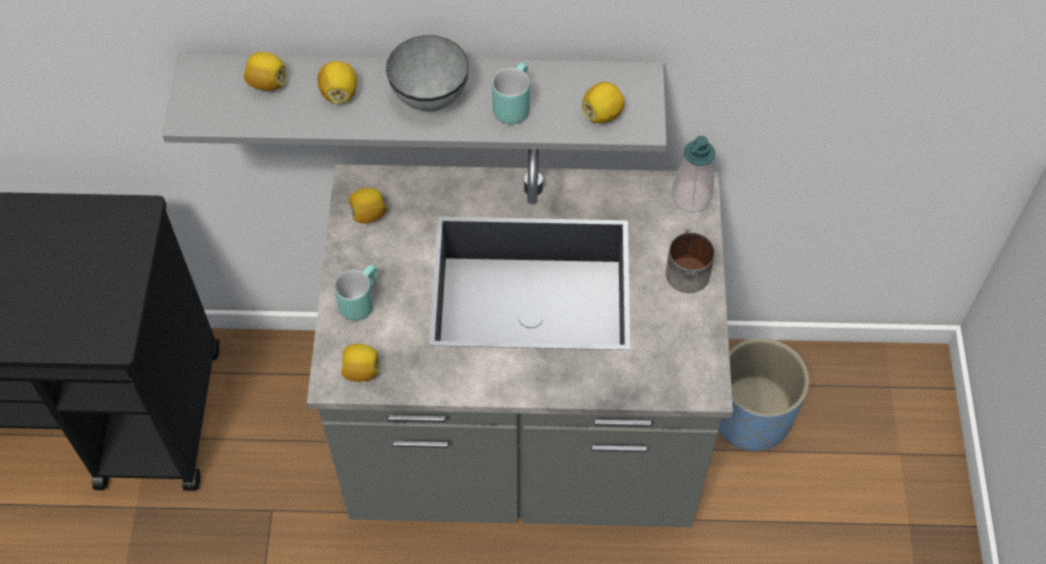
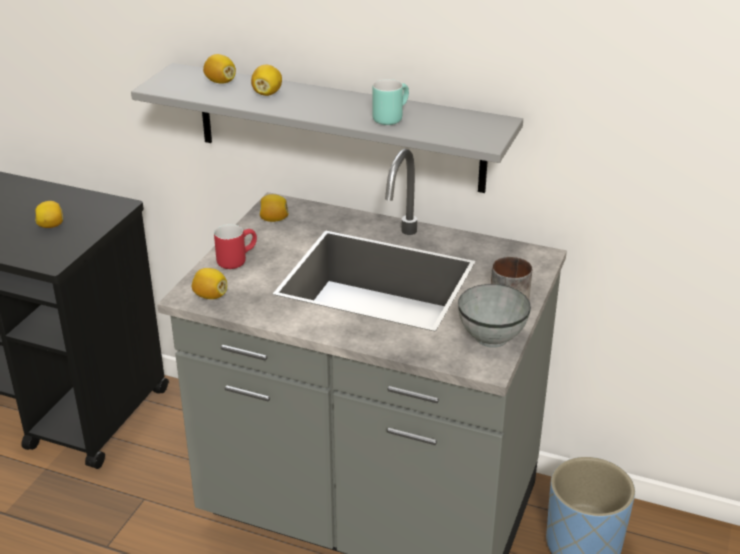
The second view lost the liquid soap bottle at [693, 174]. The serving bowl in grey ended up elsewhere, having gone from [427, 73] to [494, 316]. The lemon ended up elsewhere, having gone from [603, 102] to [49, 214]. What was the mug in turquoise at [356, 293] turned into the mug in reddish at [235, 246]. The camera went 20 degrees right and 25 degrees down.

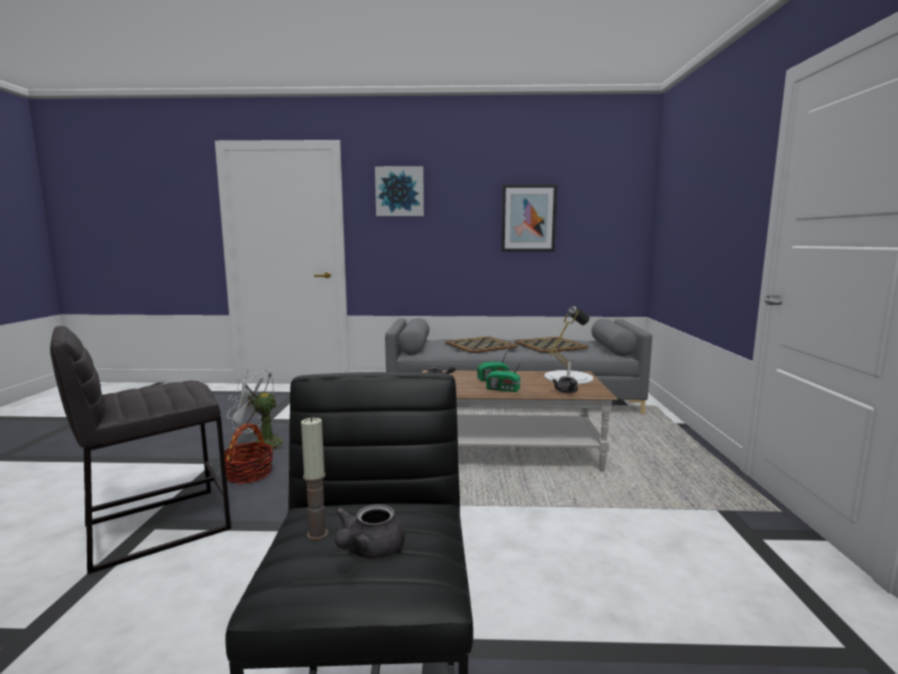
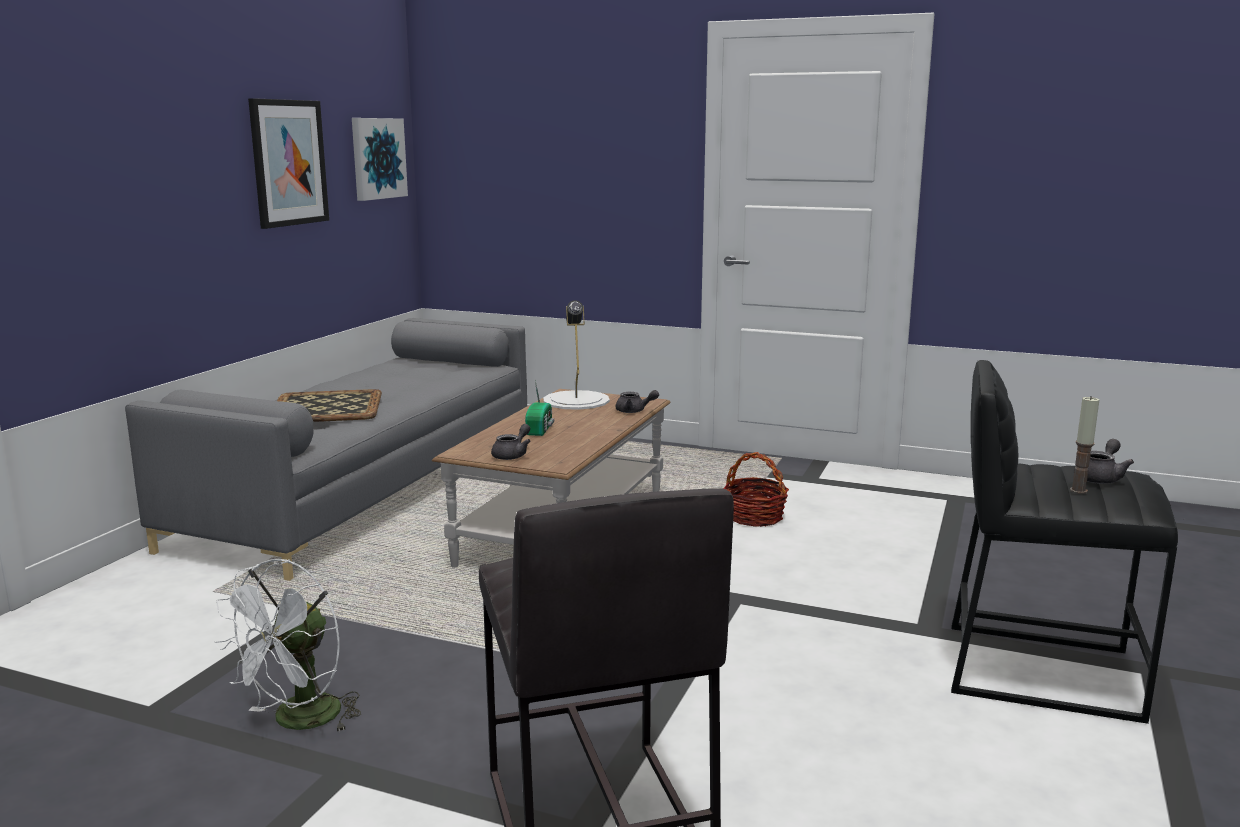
The second view lost the radio set at [504, 375]. The second view lost the tray at [551, 345]. The storage basket ended up elsewhere, having gone from [249, 453] to [756, 489]. The picture ended up elsewhere, having gone from [399, 191] to [380, 159]. The tea pot in grey at [370, 531] ended up facing another way, 90 degrees counterclockwise from before. The camera went 70 degrees left and 5 degrees up.

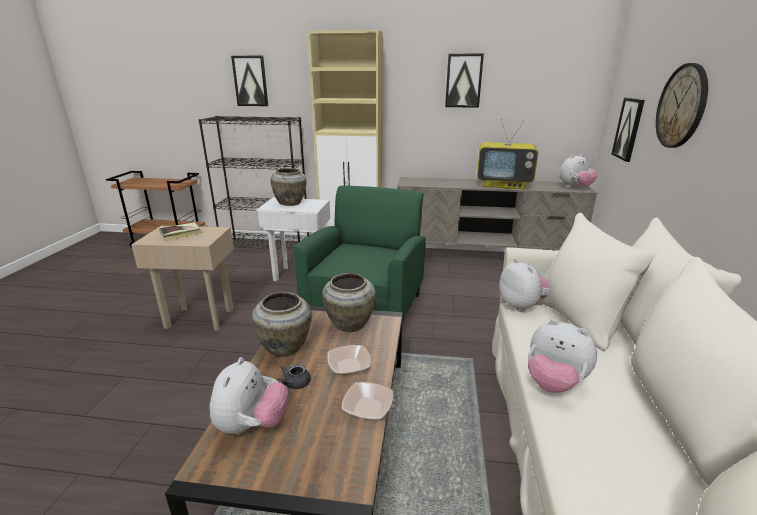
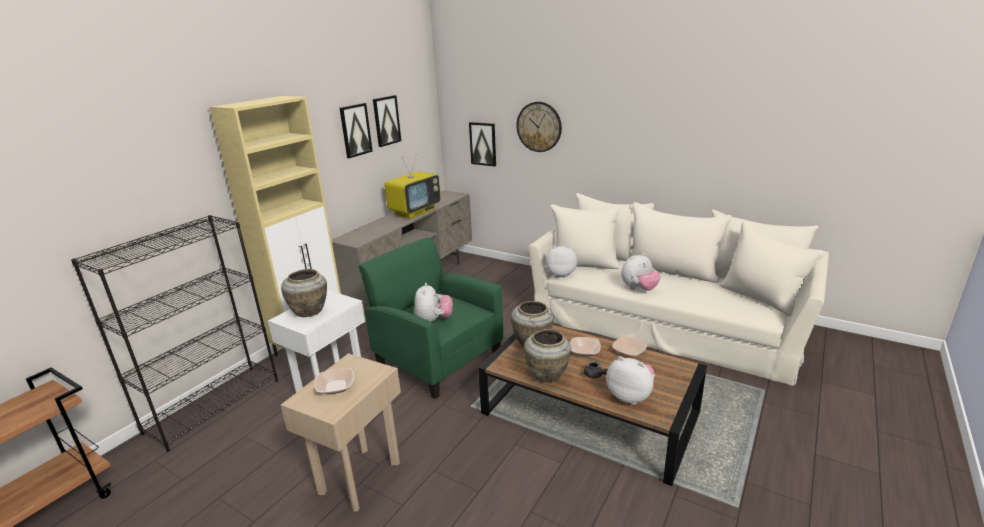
The picture ended up elsewhere, having gone from [249, 81] to [387, 121]. The plush toy ended up elsewhere, having gone from [579, 171] to [433, 302]. Where the bound book stood at [180, 231], the serving bowl came to stand at [334, 381]. The camera went 65 degrees left and 0 degrees up.

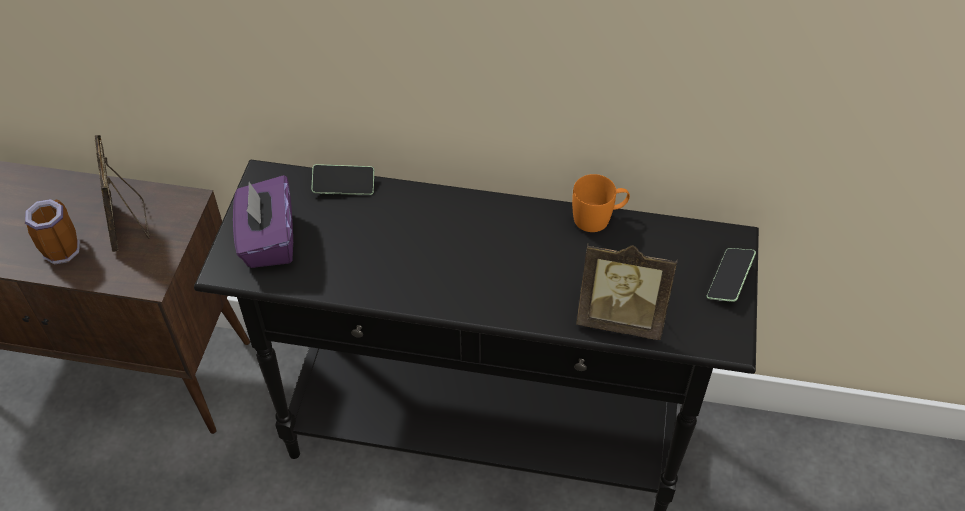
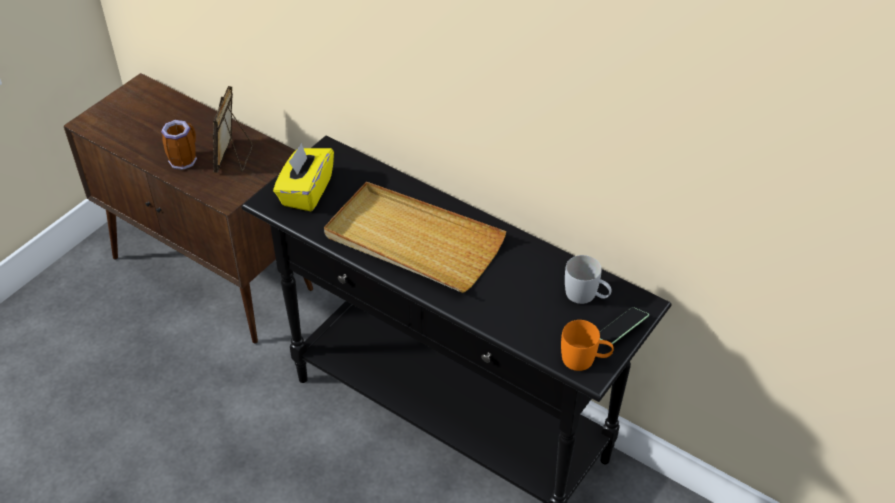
The second view lost the phone at [342, 179]. The second view lost the picture frame at [627, 292]. The second view gained the tray in beige-coloured at [415, 237]. The second view gained the mug in white-coloured at [588, 279]. The mug in orange ended up elsewhere, having gone from [601, 203] to [587, 345]. What was the tissue box in purple at [263, 221] turned into the tissue box in yellow at [303, 177]. The camera went 25 degrees right and 5 degrees down.

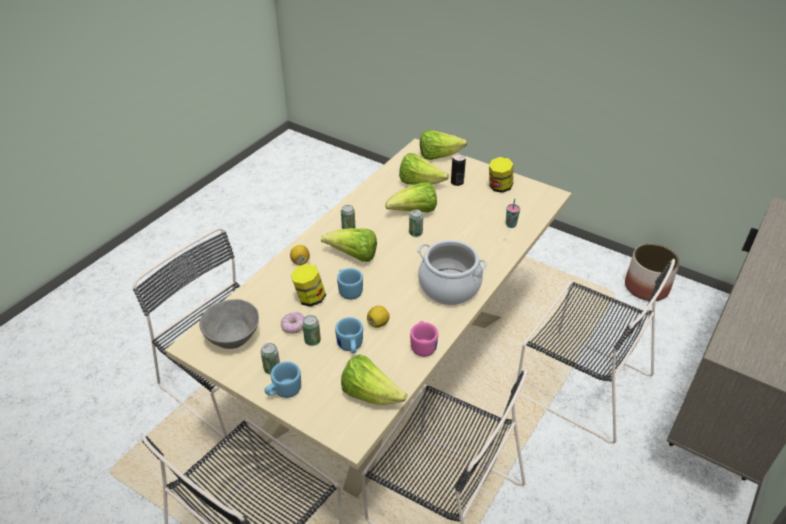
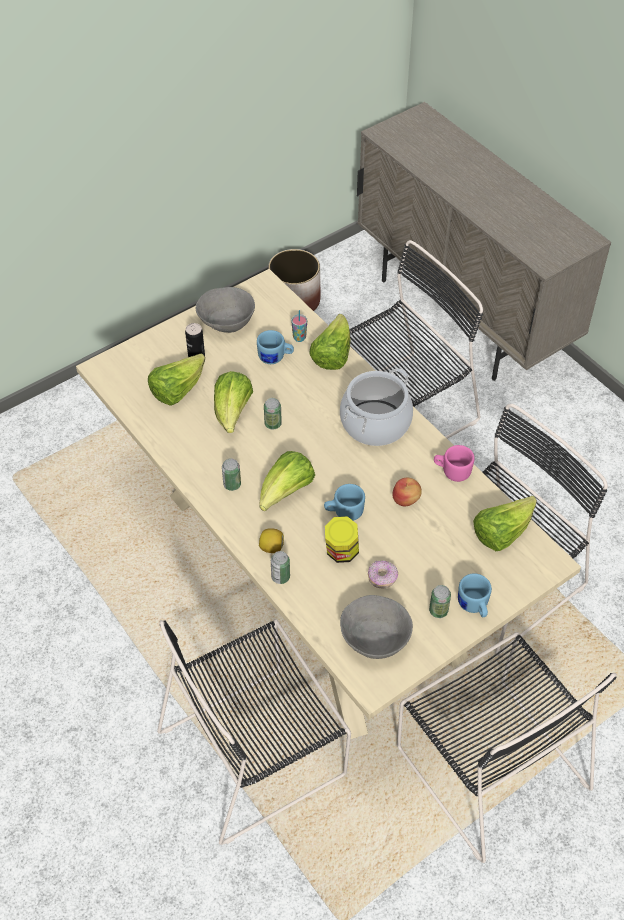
The can ended up elsewhere, having gone from [311, 330] to [280, 567]. The mug in bluish ended up elsewhere, having gone from [349, 335] to [275, 347]. The lettuce ended up elsewhere, having gone from [443, 145] to [329, 342]. Where the lemon stood at [378, 317], the apple fruit came to stand at [407, 492]. Where the preserve jar stood at [501, 175], the serving bowl in grey came to stand at [225, 310]. The camera went 70 degrees left and 10 degrees up.

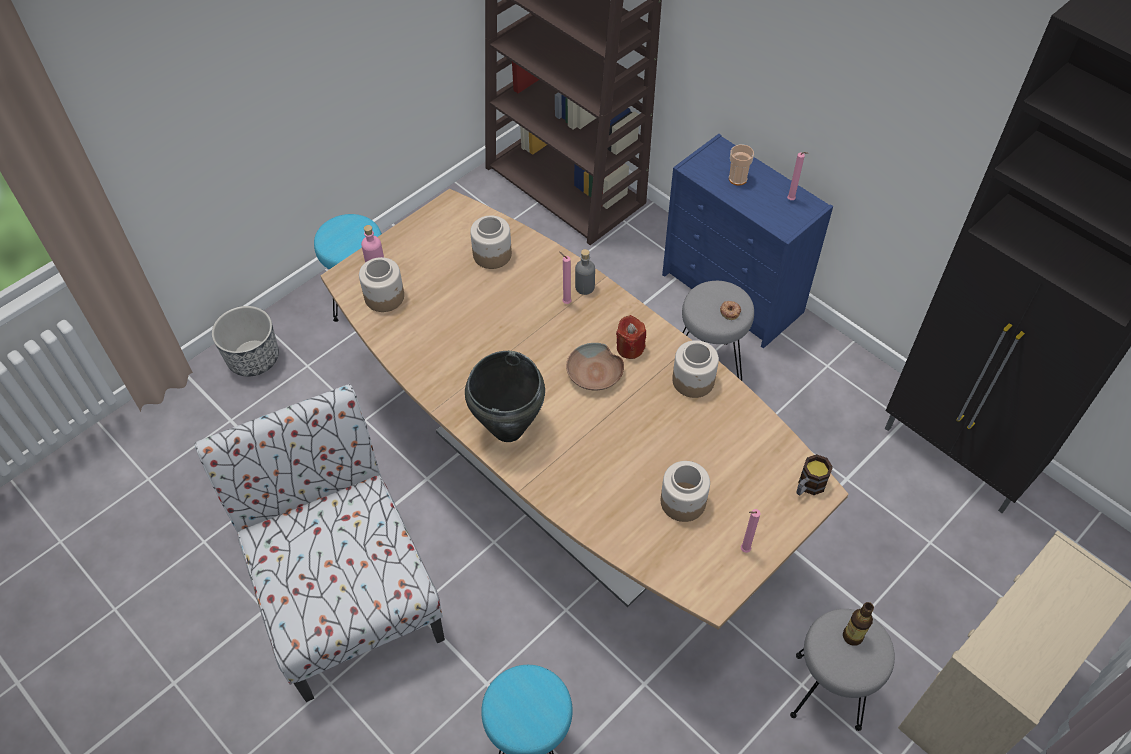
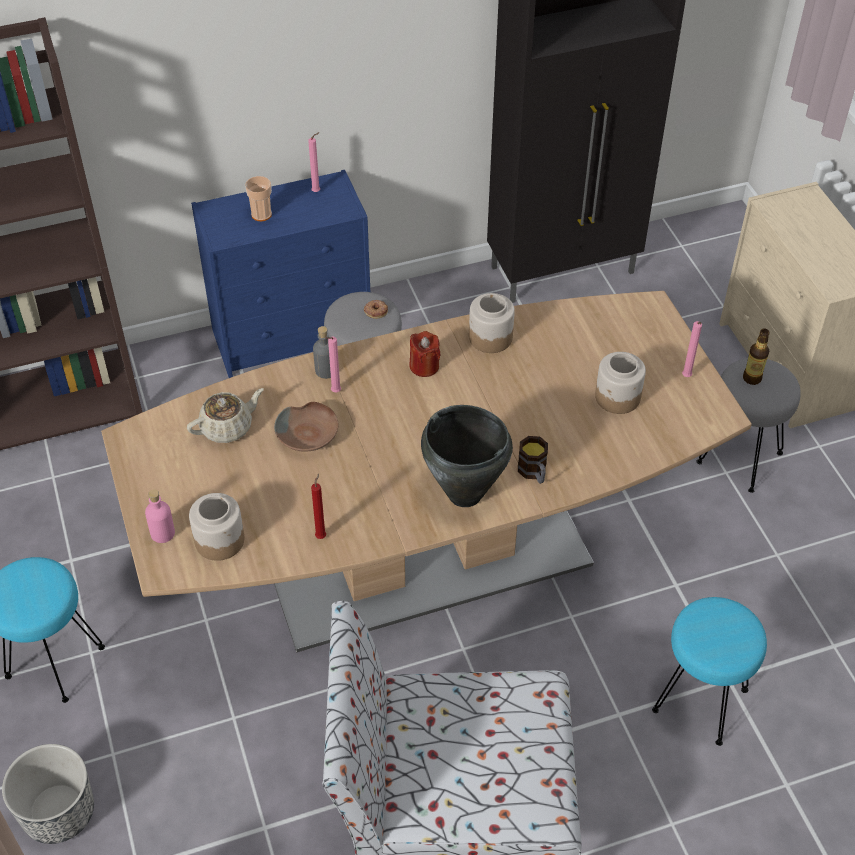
The second view gained the wax light in reddish at [318, 506]. The serving bowl in brown-coloured ended up elsewhere, having gone from [595, 366] to [306, 427]. The mug ended up elsewhere, having gone from [814, 475] to [533, 460]. Where the preserve jar stood at [491, 242], the tea pot in beige-coloured came to stand at [225, 415]. The camera went 65 degrees left and 5 degrees down.

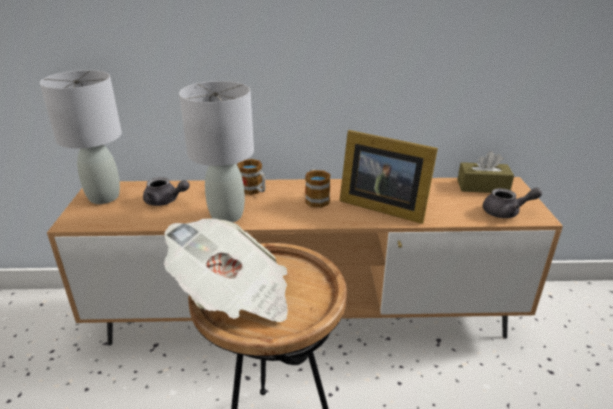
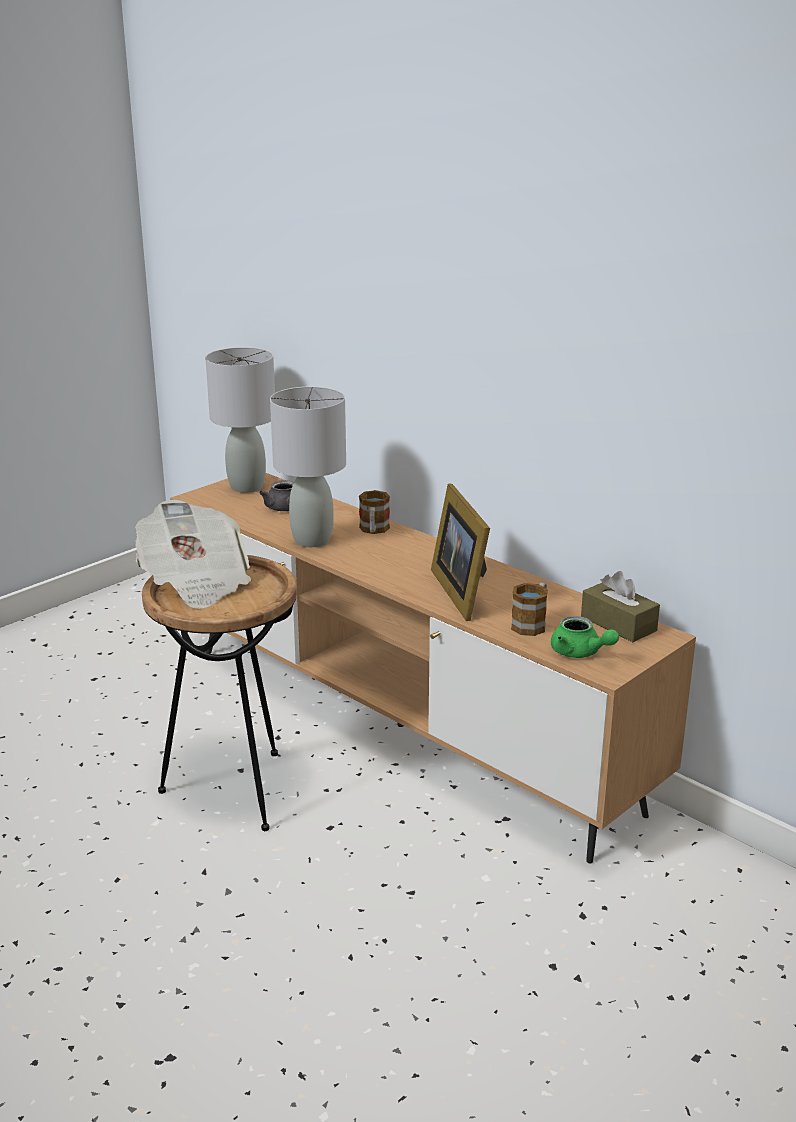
The mug ended up elsewhere, having gone from [318, 188] to [529, 609]. What was the tea pot in grey at [512, 203] turned into the tea pot in green-coloured at [585, 637]. The camera went 45 degrees right and 5 degrees down.

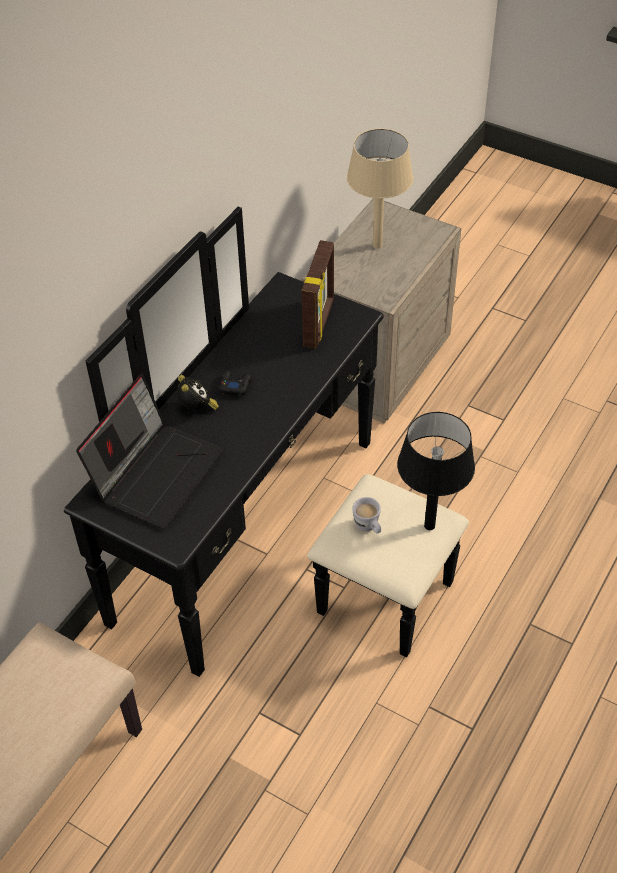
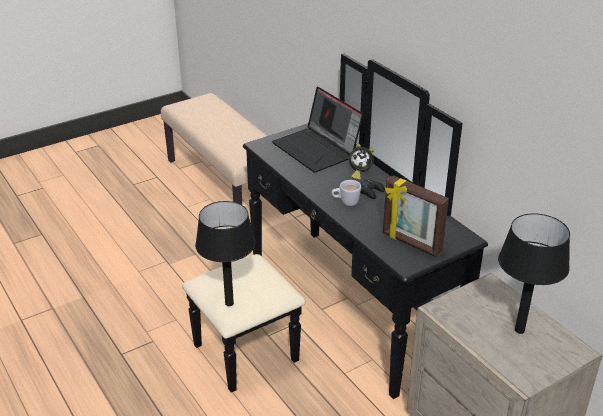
The mug in white-coloured ended up elsewhere, having gone from [366, 515] to [346, 193]. What was the tabletop lamp in beige-coloured at [380, 189] turned into the tabletop lamp in black at [534, 273]. The camera went 115 degrees right and 15 degrees down.

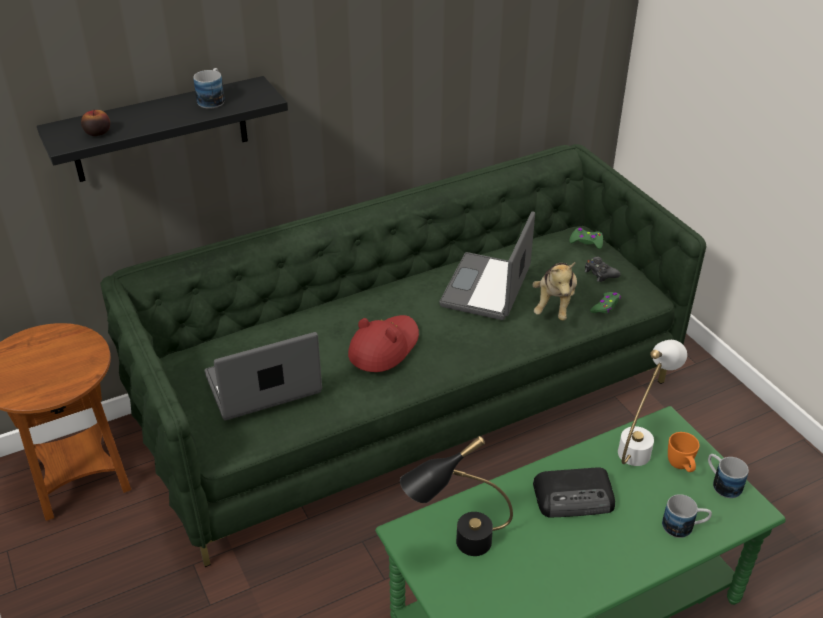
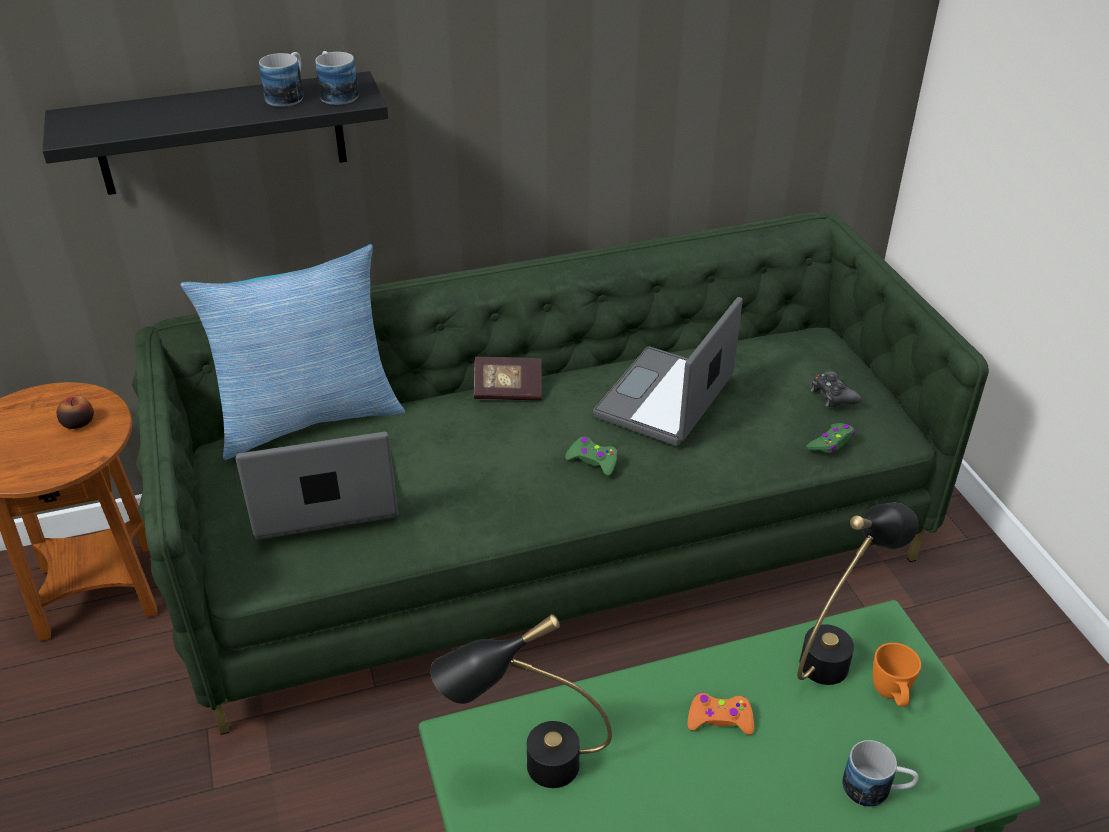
The second view lost the hat in reddish at [383, 343]. The second view lost the plush toy at [555, 291]. The second view gained the throw pillow at [293, 352]. The second view gained the bound book at [508, 379]. The apple fruit ended up elsewhere, having gone from [95, 123] to [75, 413]. The joypad in green-coloured ended up elsewhere, having gone from [586, 238] to [591, 456]. The mug ended up elsewhere, having gone from [728, 476] to [336, 78]. Where the radio set stood at [574, 492], the joypad in orange came to stand at [720, 714]. What was the tabletop lamp in white-coloured at [652, 403] turned into the tabletop lamp in black at [857, 594]. The camera went 10 degrees right and 0 degrees up.

